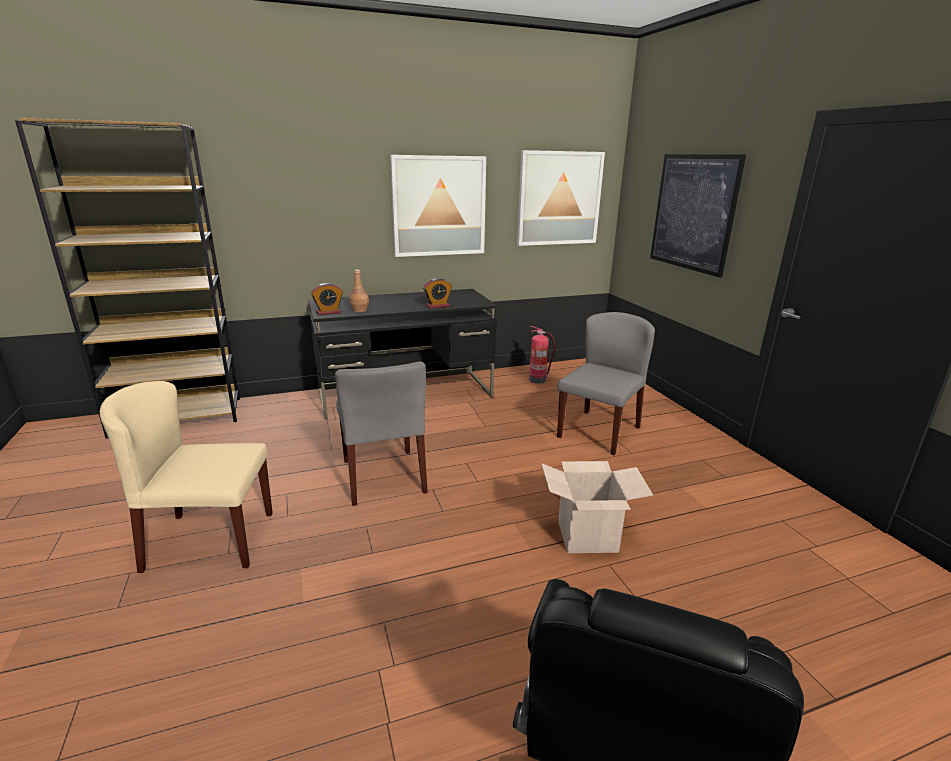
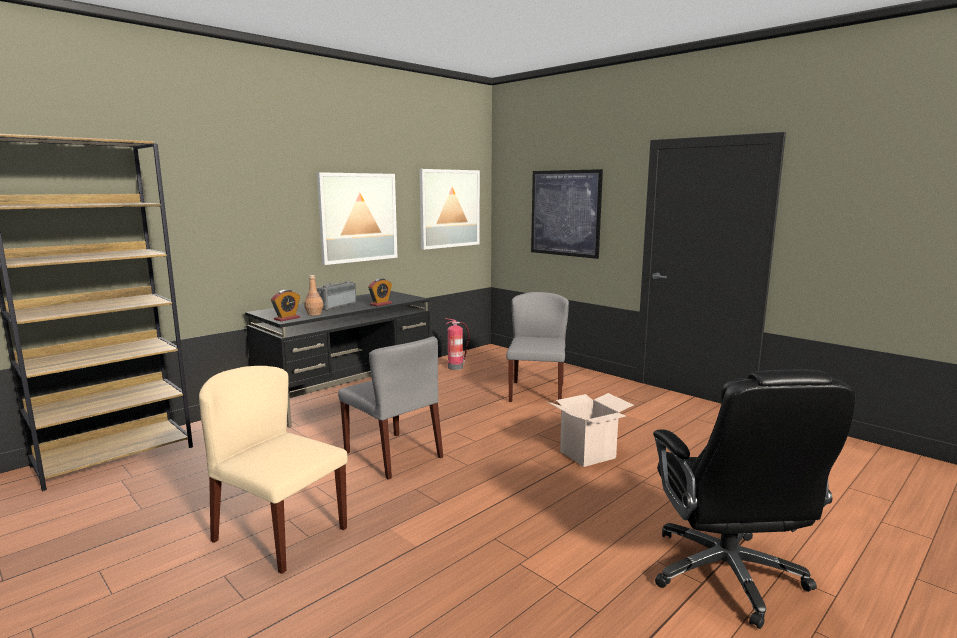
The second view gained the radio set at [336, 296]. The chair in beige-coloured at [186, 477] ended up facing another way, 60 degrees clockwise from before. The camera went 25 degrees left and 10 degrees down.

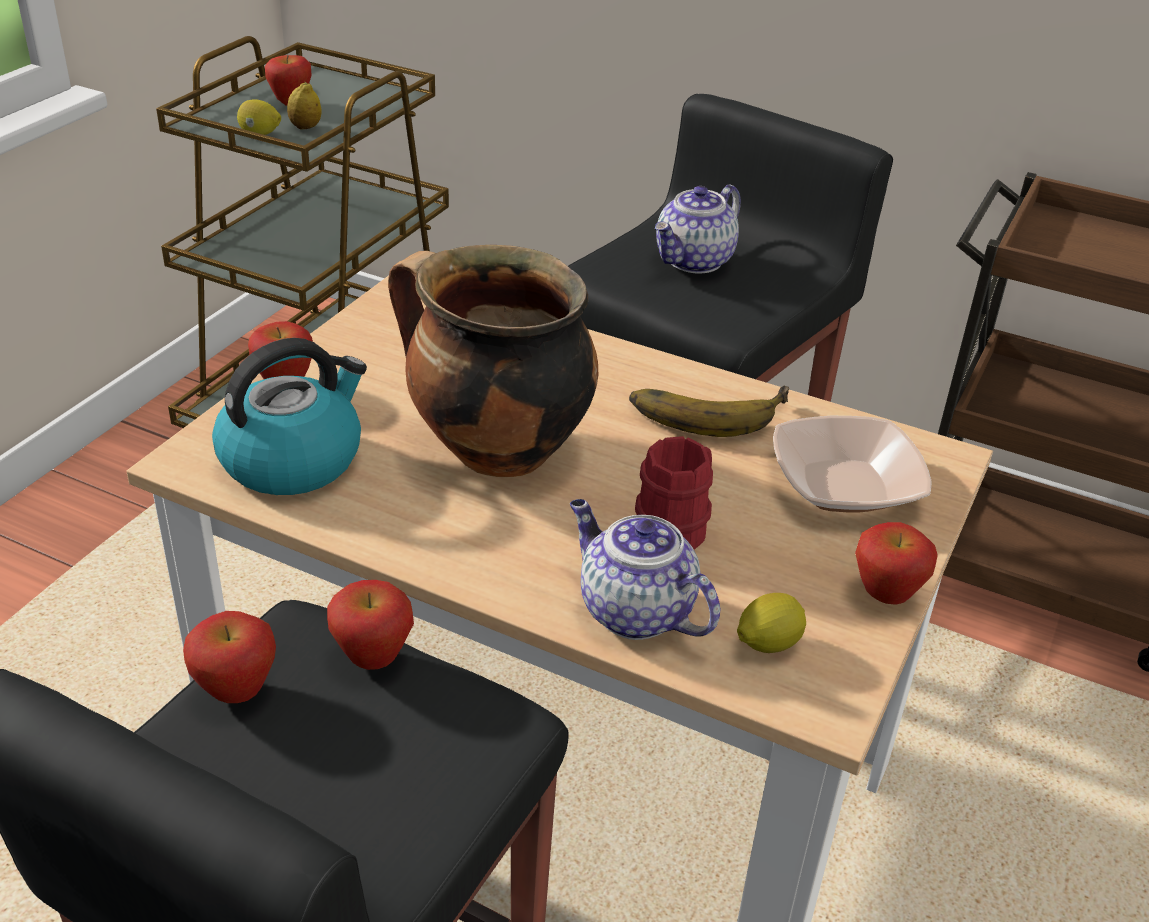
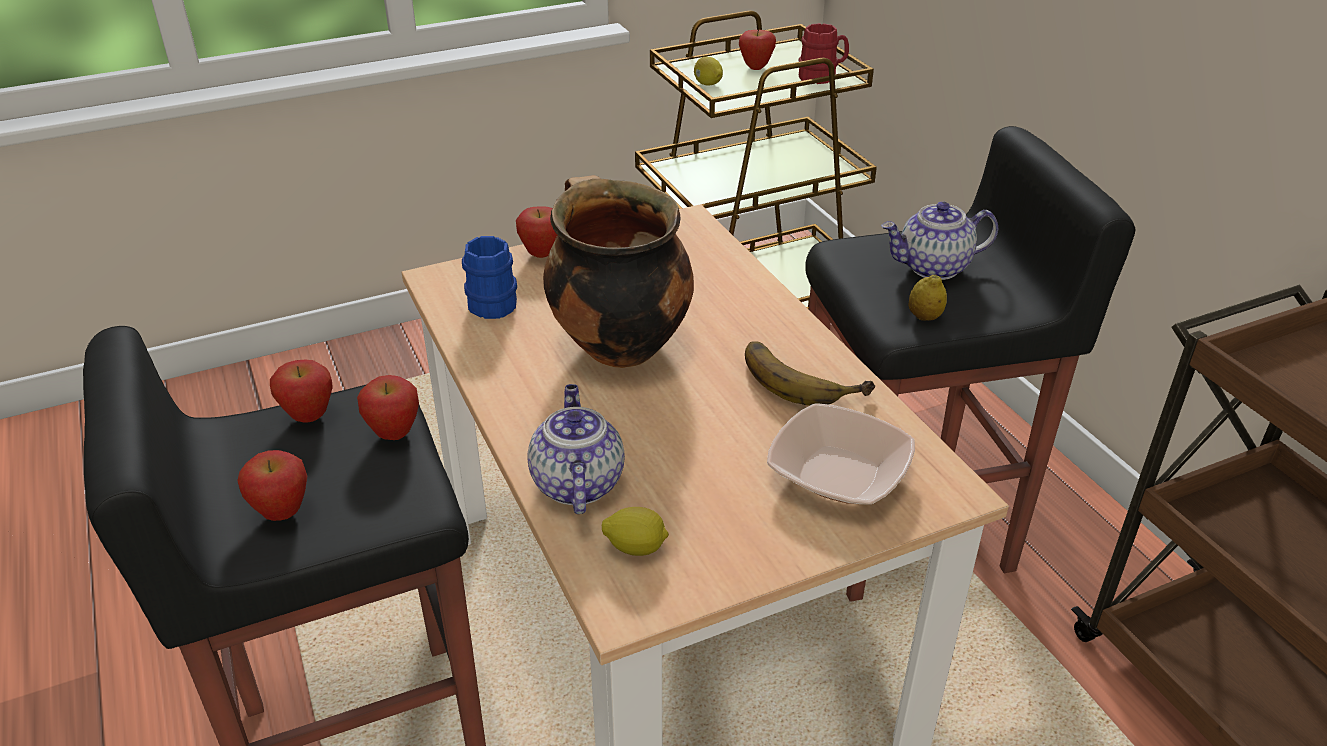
The lemon ended up elsewhere, having gone from [304, 105] to [928, 297]. The mug in reddish ended up elsewhere, having gone from [674, 493] to [824, 53]. The apple fruit ended up elsewhere, having gone from [896, 563] to [272, 485]. Where the tea kettle stood at [289, 416], the mug in bluish came to stand at [489, 277]. The camera went 40 degrees right and 0 degrees up.

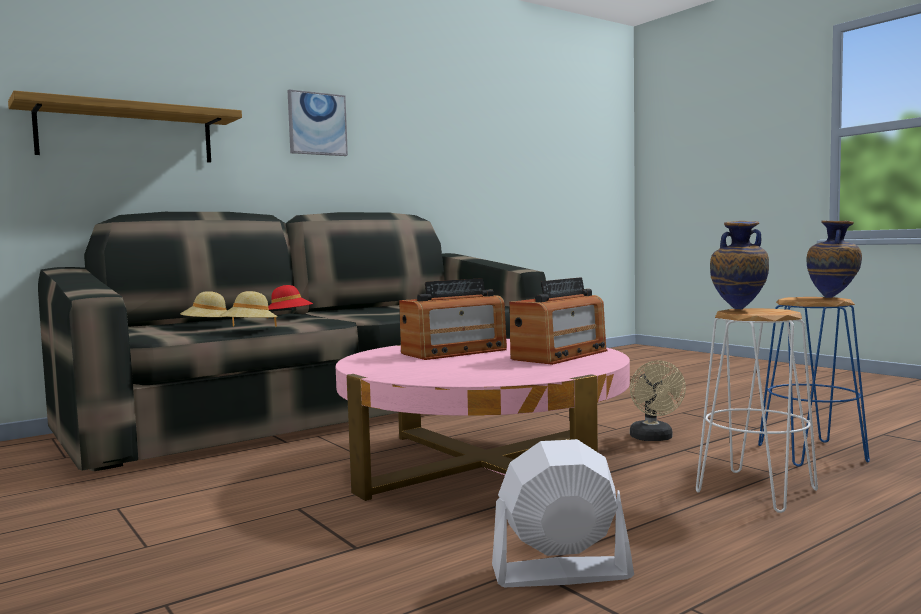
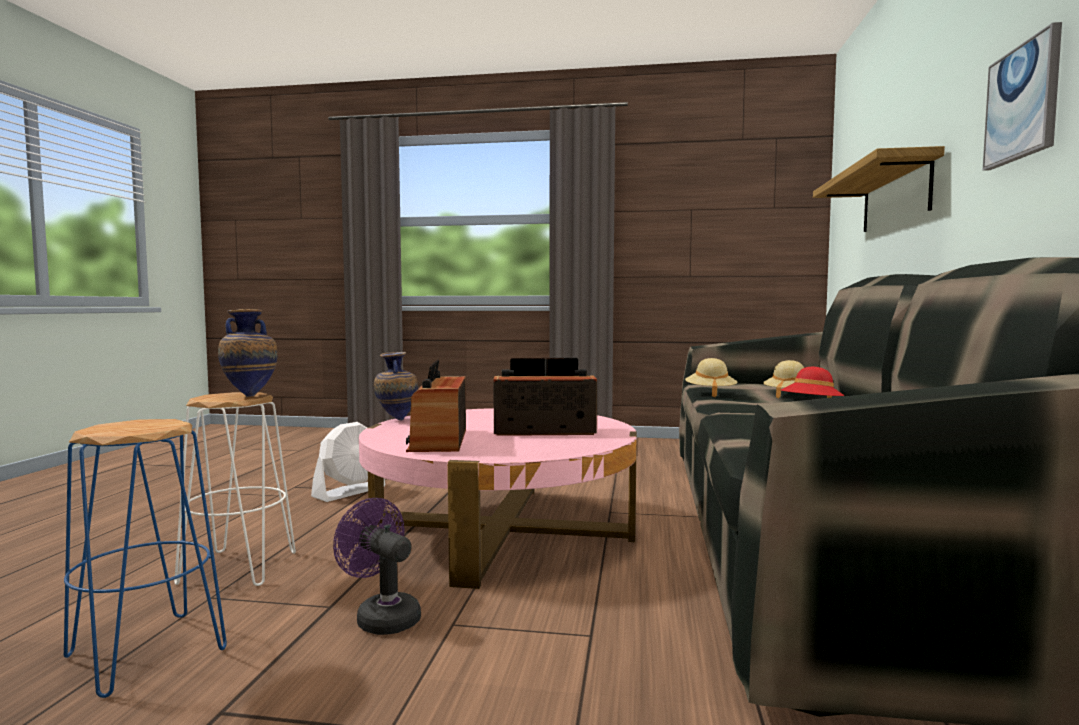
The decorative vase ended up elsewhere, having gone from [834, 259] to [396, 386]. What was the electric fan in beige-coloured at [658, 400] turned into the electric fan in purple at [377, 566]. The radio set at [453, 319] ended up facing another way, 75 degrees clockwise from before. The camera went 135 degrees right and 0 degrees up.

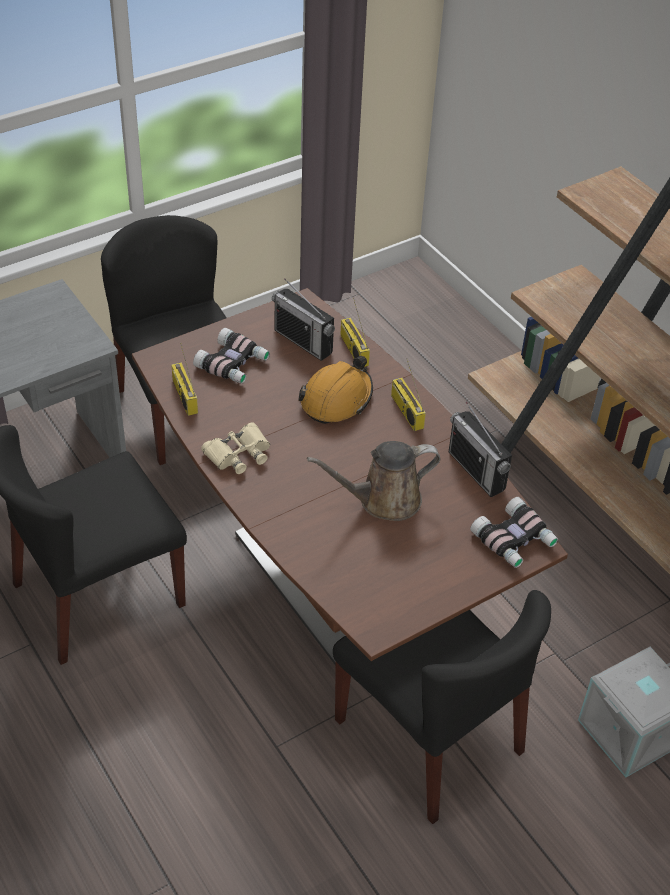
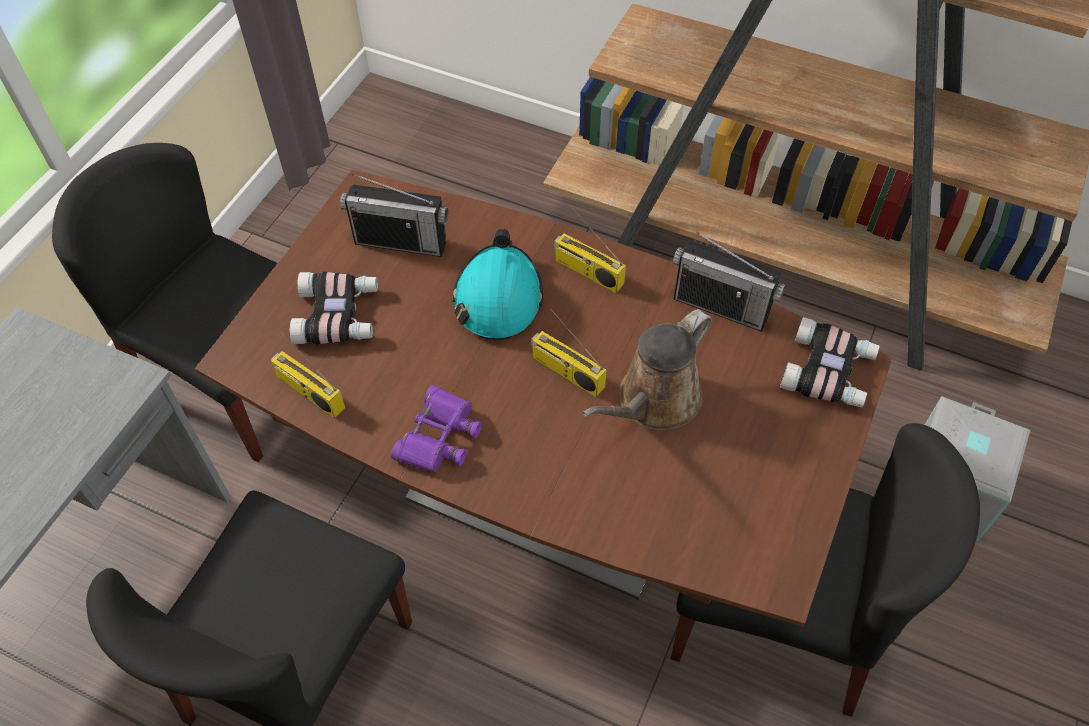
The radio set ended up elsewhere, having gone from [355, 332] to [569, 353]. What was the field glasses in beige-coloured at [235, 448] turned into the field glasses in purple at [436, 429]. What was the hard hat in orange at [335, 390] turned into the hard hat in turquoise at [498, 284]. The camera went 30 degrees left and 10 degrees up.

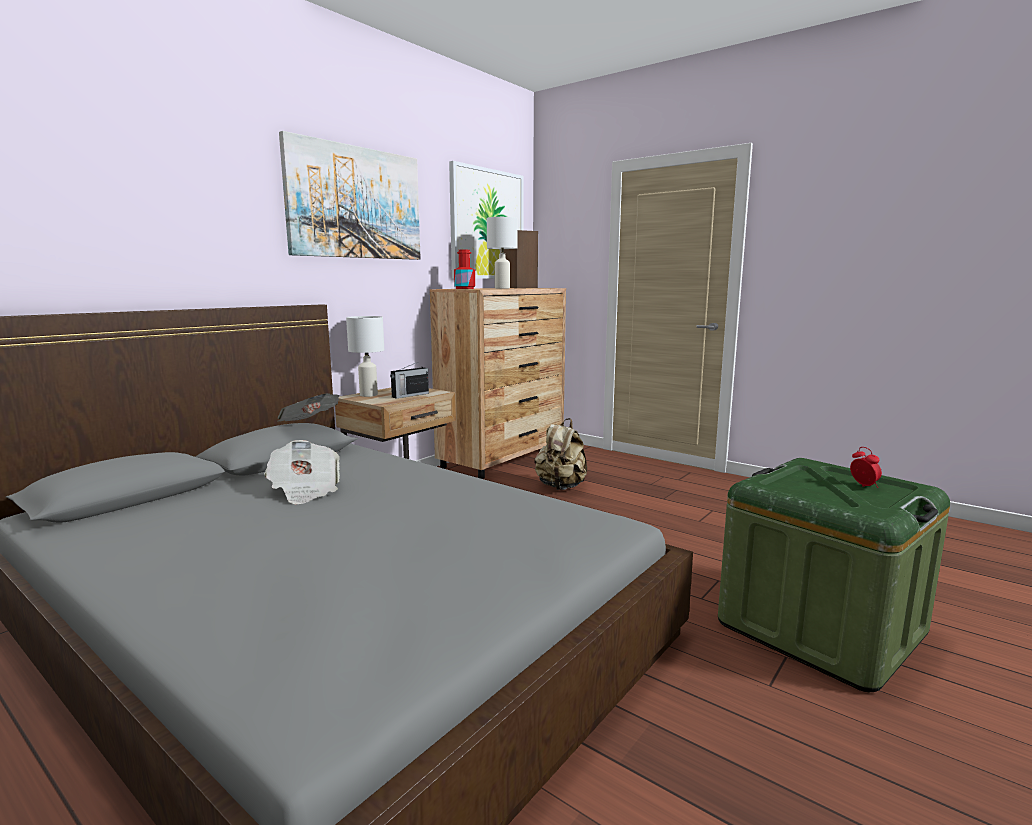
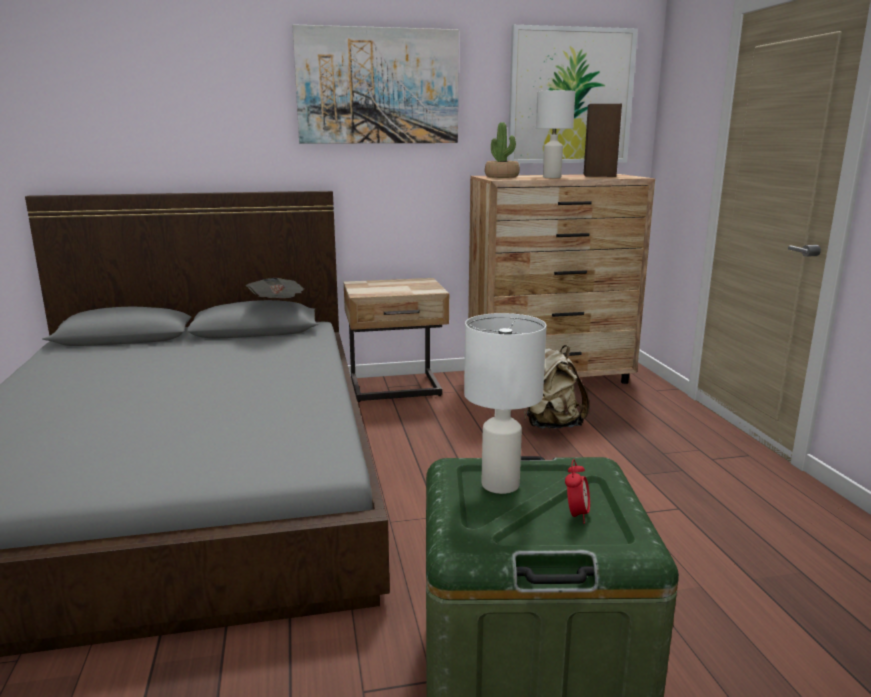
The second view lost the daily paper at [302, 472]. The second view lost the radio set at [409, 380]. The tabletop lamp in white-coloured ended up elsewhere, having gone from [365, 356] to [505, 403]. Where the beverage bottle in reddish stood at [464, 269], the potted plant came to stand at [502, 150]. The camera went 40 degrees right and 5 degrees up.

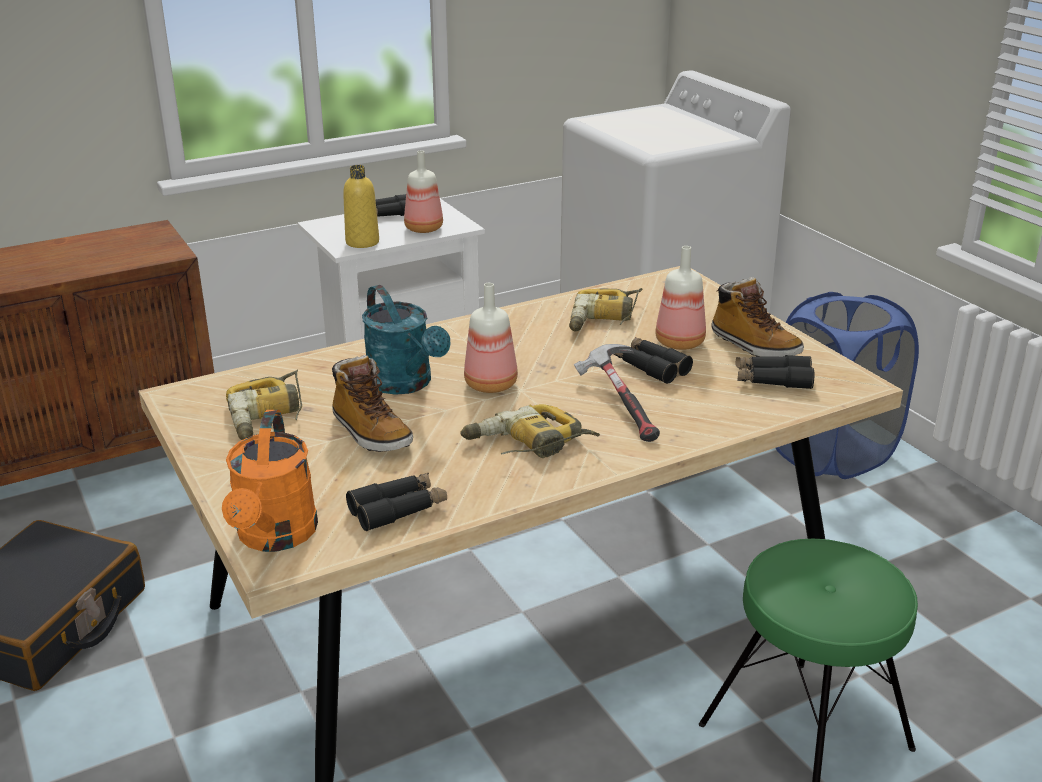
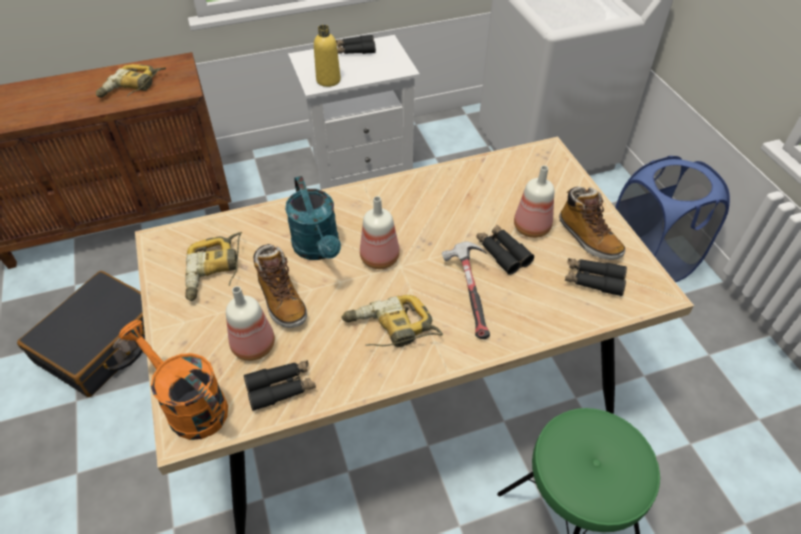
The beverage bottle ended up elsewhere, having gone from [423, 191] to [250, 323]. The electric drill ended up elsewhere, having gone from [606, 310] to [131, 81]. The sprinkling can in orange at [270, 481] ended up facing another way, 120 degrees clockwise from before. The camera went 10 degrees right and 20 degrees up.

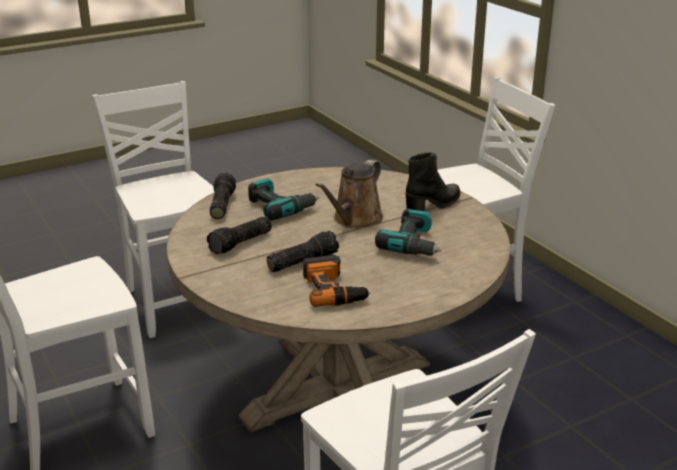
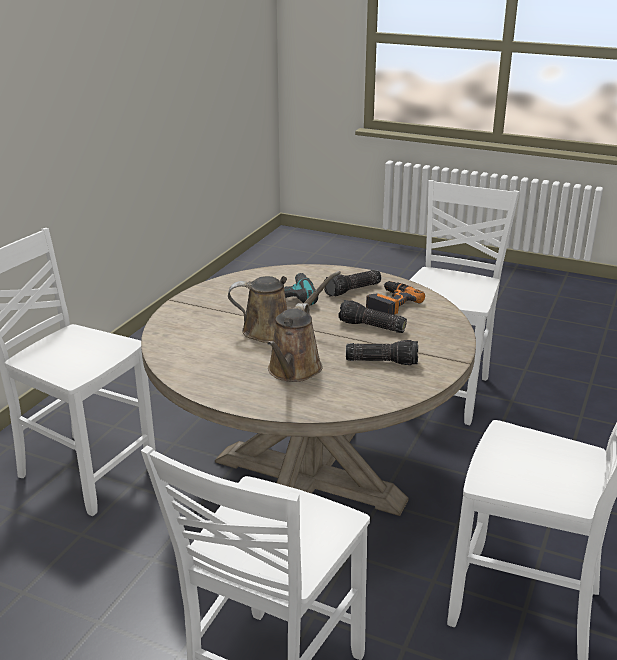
The second view lost the high-top boot in black at [432, 181]. The hand torch ended up elsewhere, having gone from [223, 196] to [352, 283]. Where the electric drill stood at [283, 199], the sprinkling can in brown-coloured came to stand at [294, 342]. The camera went 125 degrees left and 0 degrees up.

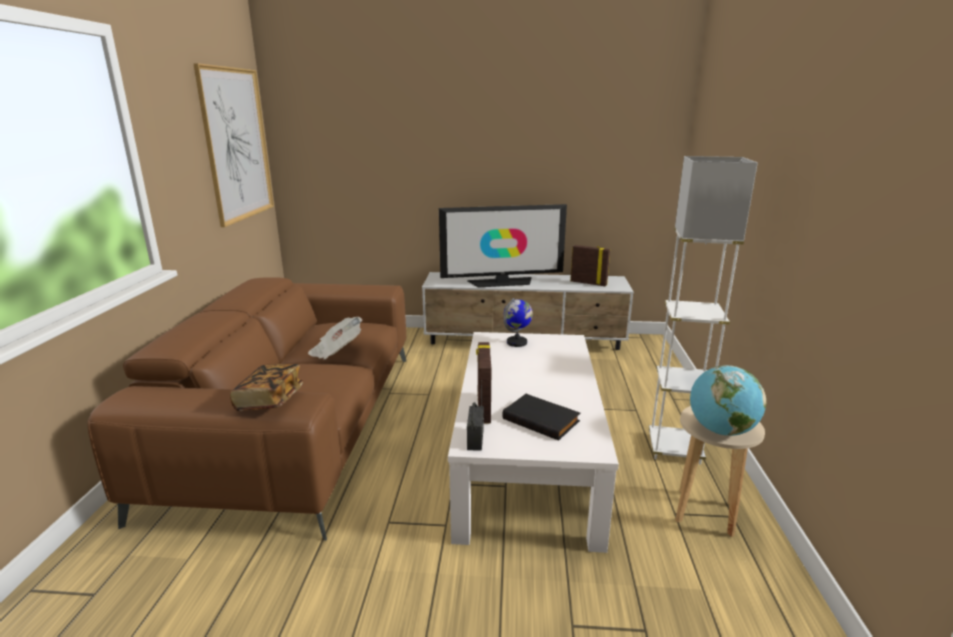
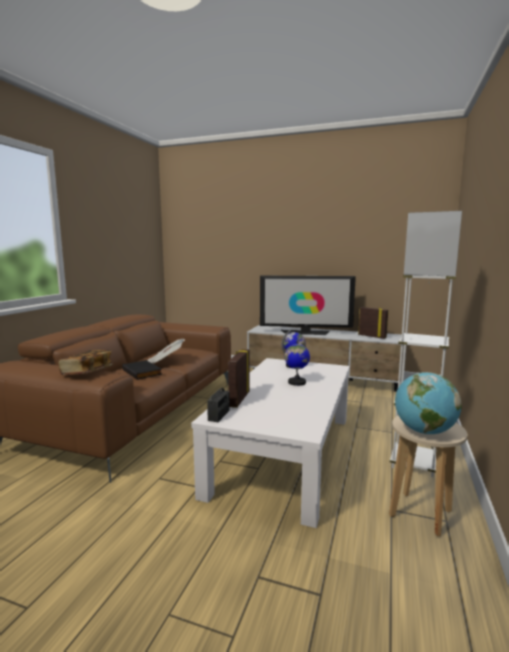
The second view lost the picture at [233, 145]. The second view gained the desk globe at [297, 363]. The bound book in black ended up elsewhere, having gone from [541, 417] to [142, 370]. The camera went 15 degrees right and 10 degrees down.

